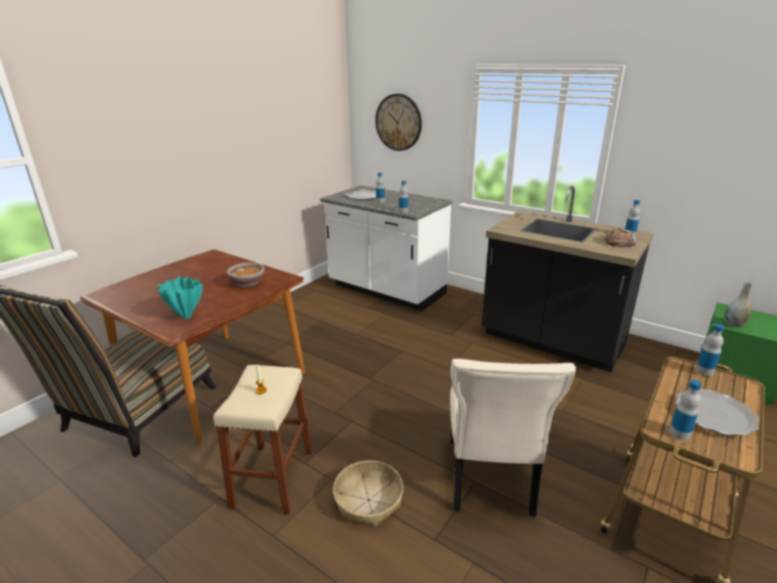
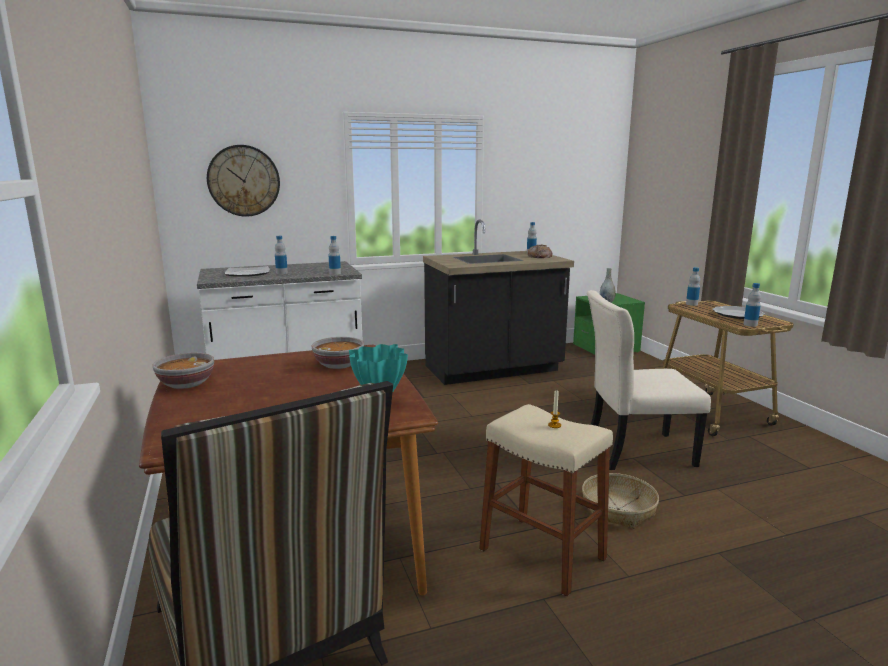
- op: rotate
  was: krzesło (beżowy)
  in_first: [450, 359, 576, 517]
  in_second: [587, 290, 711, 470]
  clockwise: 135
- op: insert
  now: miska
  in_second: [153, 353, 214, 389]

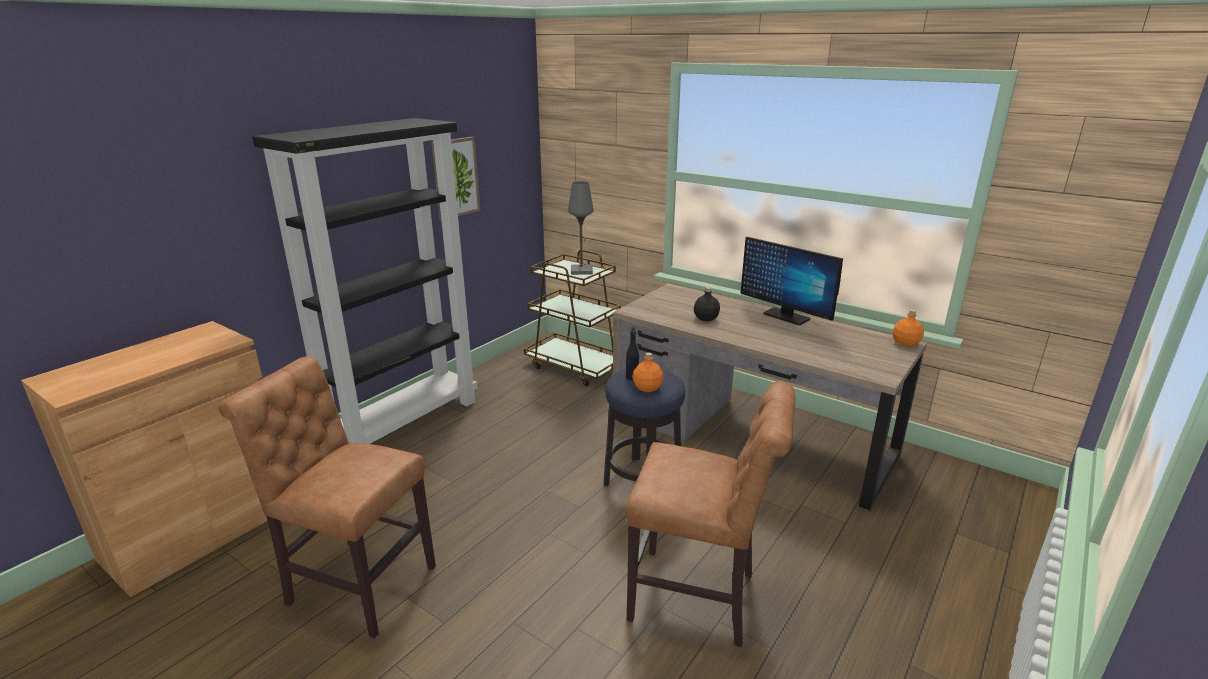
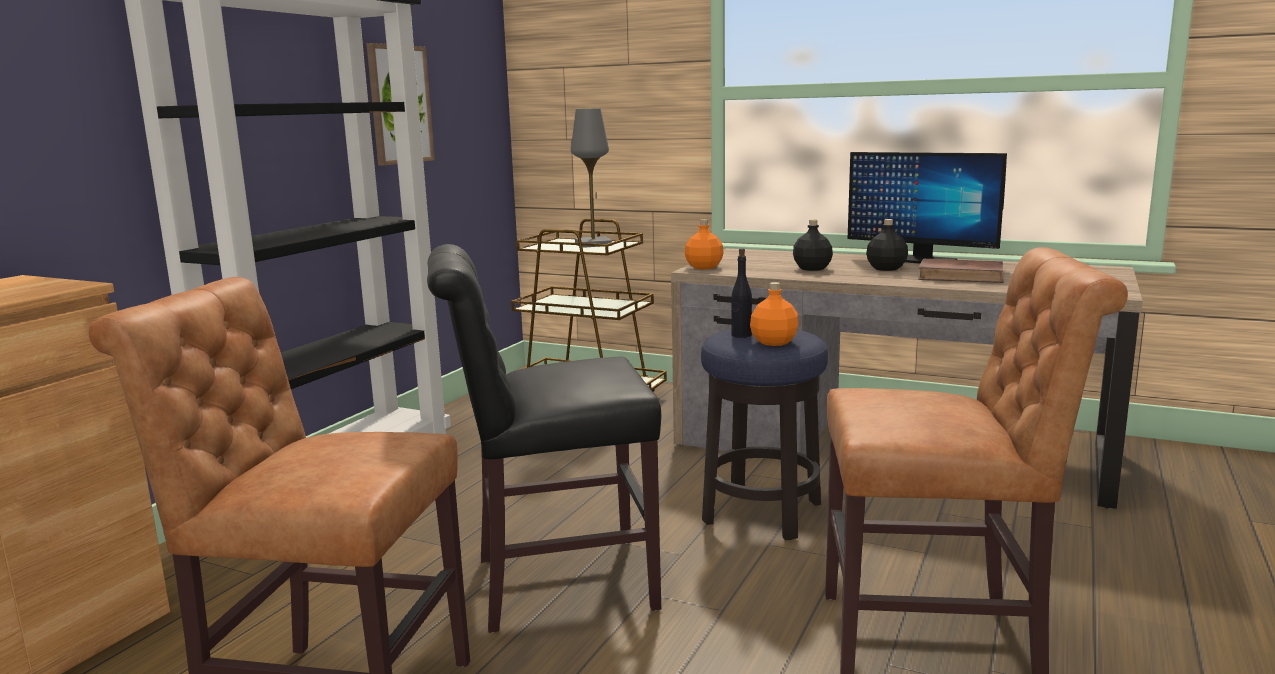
- op: move
  was: butelka (pomarańczowy)
  in_first: [892, 310, 924, 347]
  in_second: [685, 219, 724, 269]
- op: insert
  now: krzesło (czarny)
  in_second: [427, 244, 661, 633]
- op: insert
  now: butelka (czarny)
  in_second: [866, 219, 908, 271]
- op: insert
  now: książka (brązowy)
  in_second: [918, 259, 1004, 283]

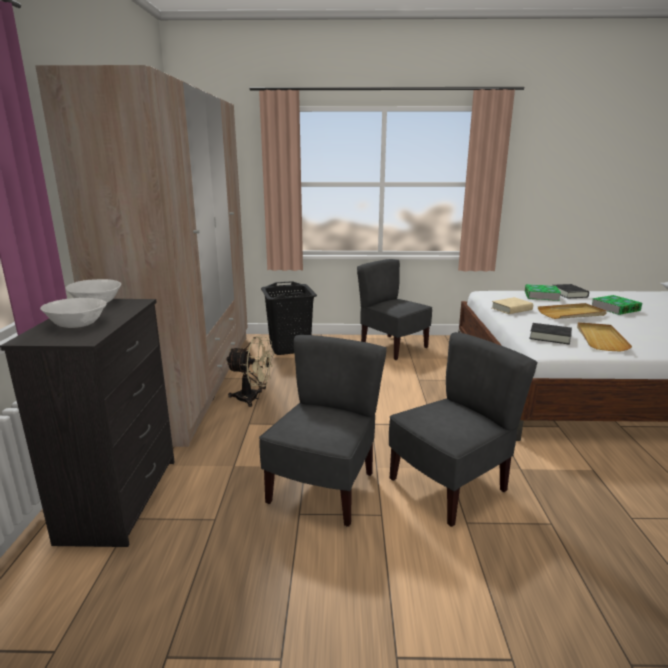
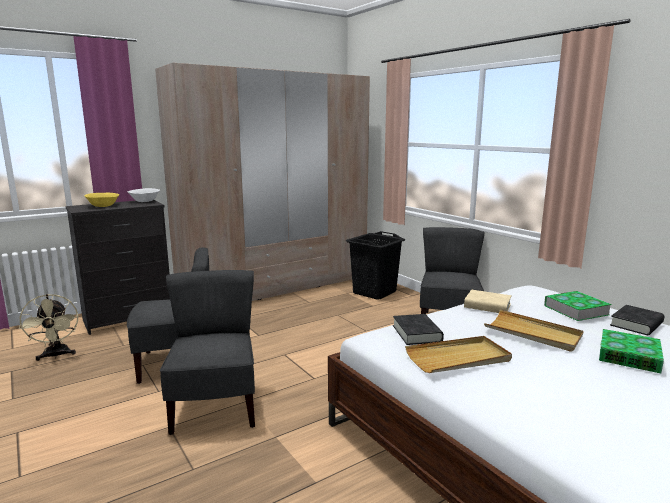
- op: recolor
  was: miska (biały)
  now: miska (żółty)
  in_first: [40, 298, 107, 328]
  in_second: [85, 193, 119, 207]
- op: move
  was: wentylator (beżowy)
  in_first: [226, 336, 274, 407]
  in_second: [19, 294, 78, 361]
- op: rotate
  was: krzesło (szary)
  in_first: [389, 332, 537, 527]
  in_second: [160, 270, 255, 435]
  clockwise: -120

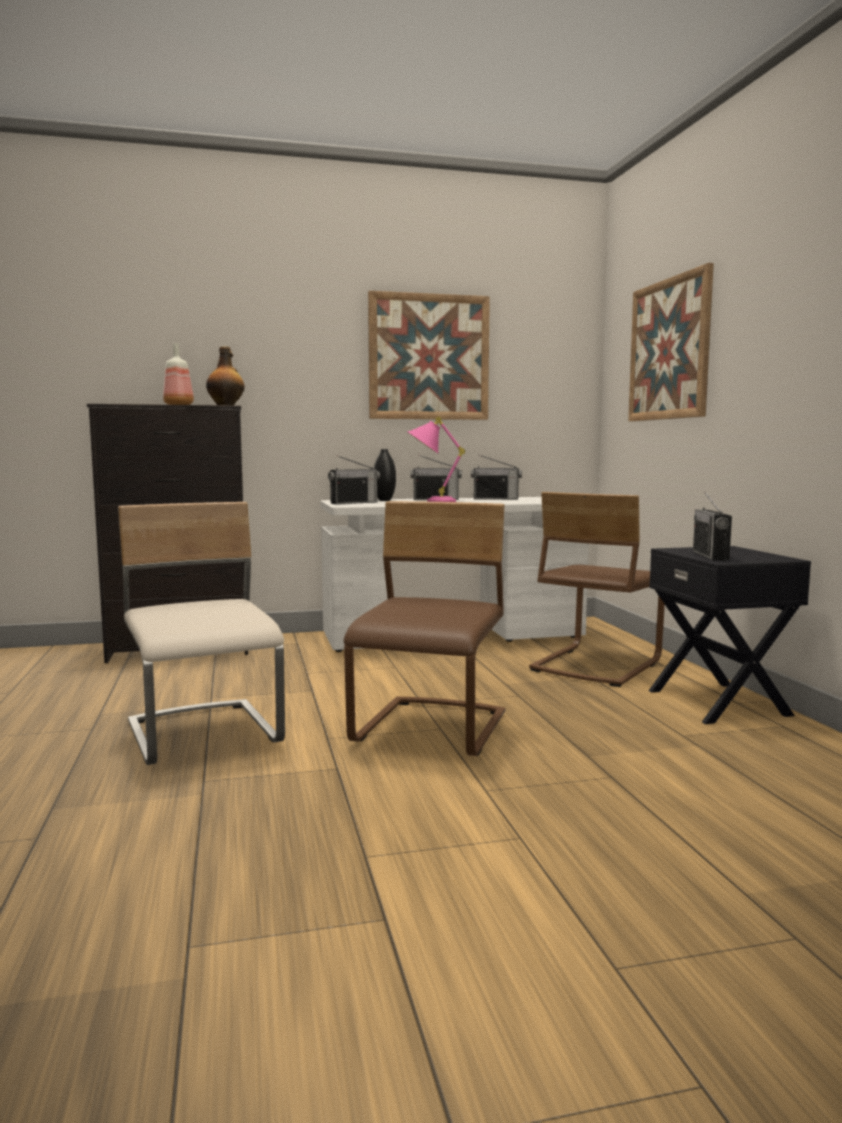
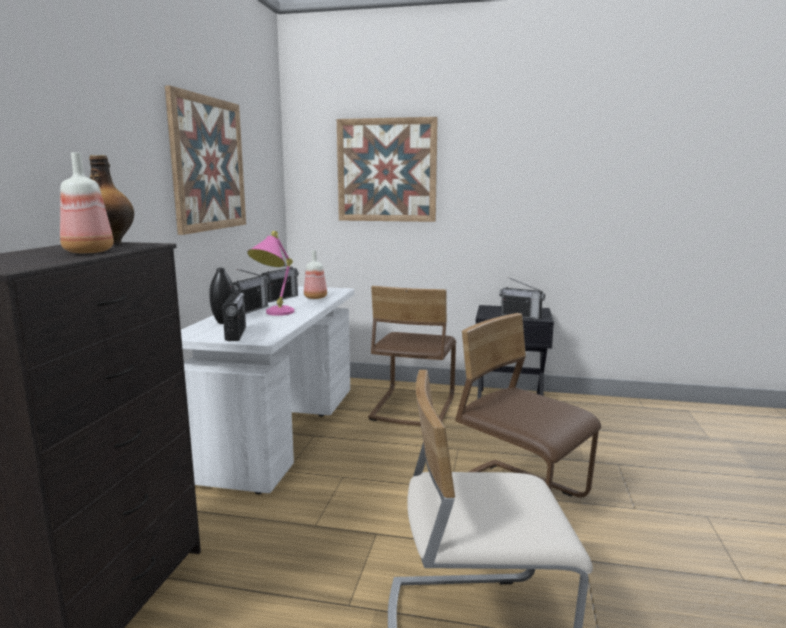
- op: rotate
  was: krzesło (brązowy)
  in_first: [529, 492, 665, 687]
  in_second: [368, 286, 456, 426]
  clockwise: 45
- op: insert
  now: butelka
  in_second: [304, 250, 327, 299]

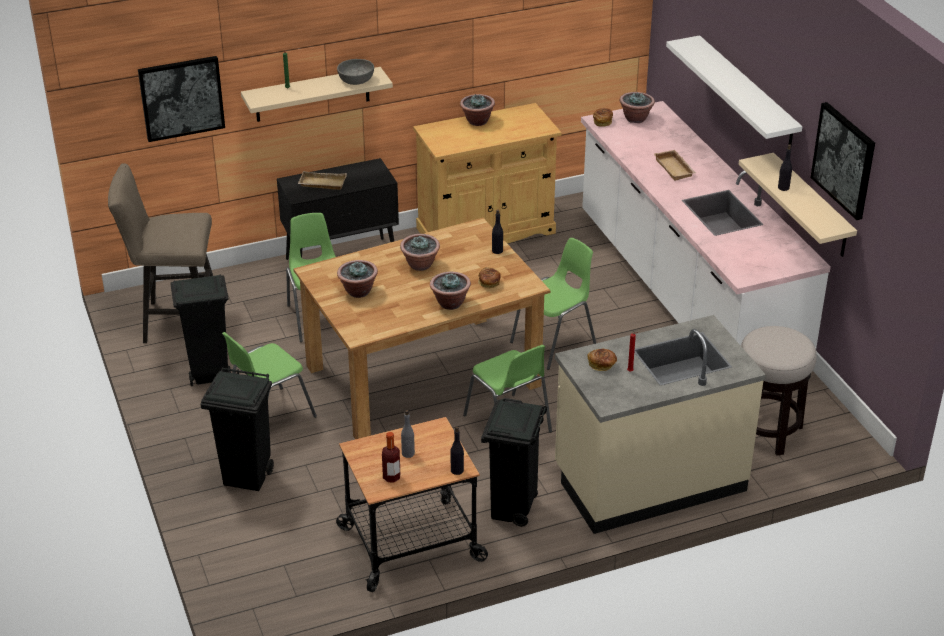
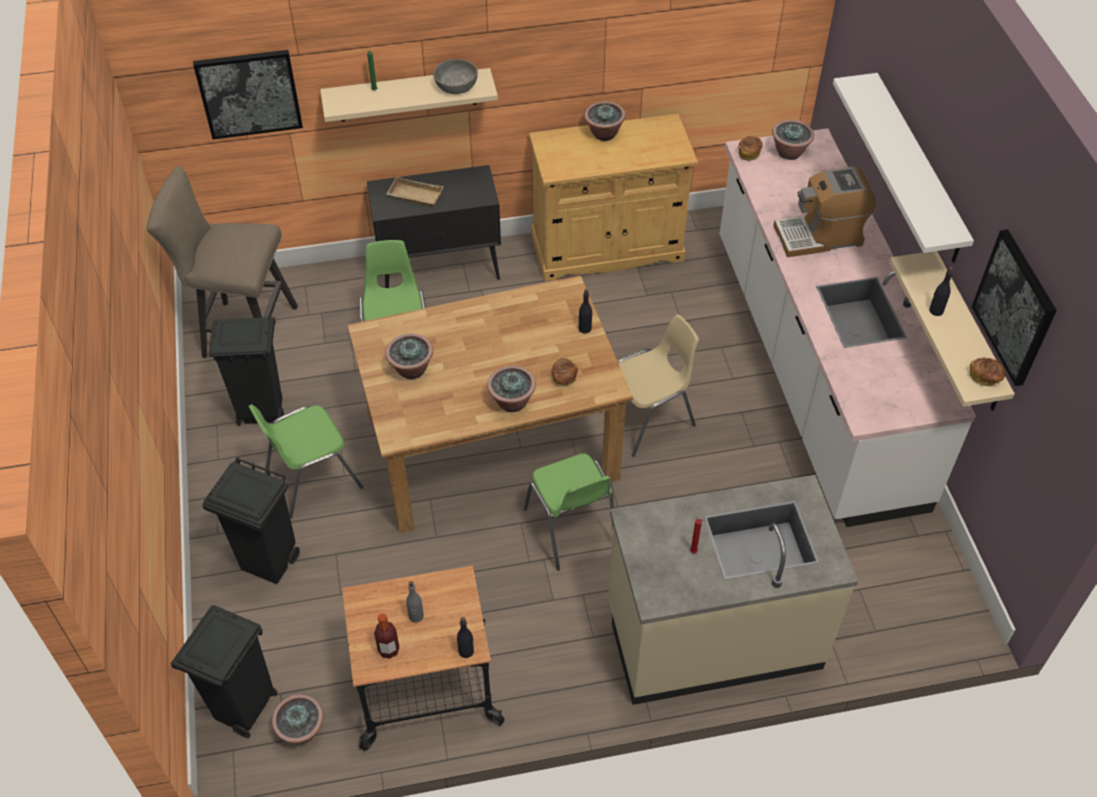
- op: move
  was: roślina doniczkowa
  in_first: [400, 234, 440, 271]
  in_second: [272, 694, 323, 744]
- op: move
  was: kosz na śmieci (czarny)
  in_first: [481, 398, 547, 527]
  in_second: [170, 605, 277, 738]
- op: recolor
  was: krzesło (zielony)
  now: krzesło (beżowy)
  in_first: [510, 238, 596, 370]
  in_second: [600, 314, 699, 457]
- op: move
  was: chleb
  in_first: [588, 349, 617, 371]
  in_second: [970, 357, 1006, 386]
- op: replace
  was: taca (beżowy)
  now: ekspres do kawy
  in_first: [654, 150, 696, 181]
  in_second: [773, 167, 876, 257]
- op: delete
  was: stołek
  in_first: [741, 326, 817, 456]

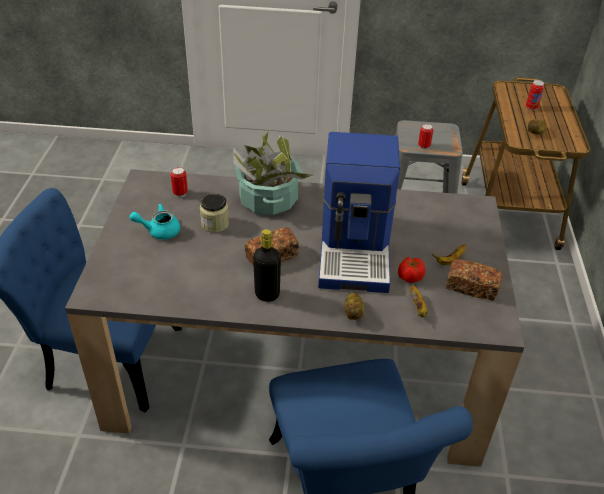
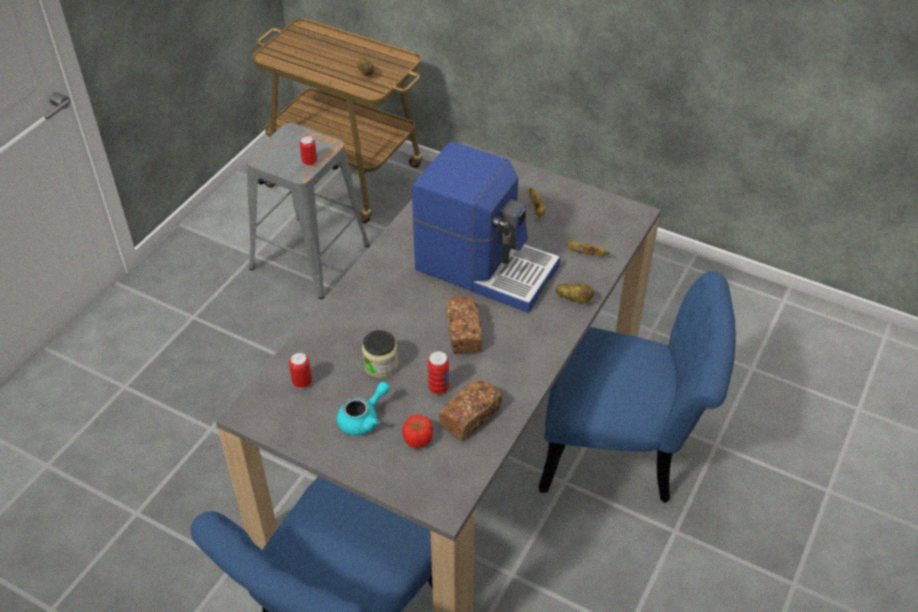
- op: rotate
  was: imbryk (turkusowy)
  in_first: [129, 203, 180, 240]
  in_second: [337, 382, 390, 436]
  clockwise: -150
- op: delete
  was: roślina doniczkowa
  in_first: [233, 131, 313, 216]
- op: delete
  was: butelka (czarny)
  in_first: [253, 229, 281, 302]
- op: move
  was: pomidor
  in_first: [398, 257, 425, 283]
  in_second: [402, 414, 433, 449]
- op: move
  was: chleb
  in_first: [446, 259, 502, 301]
  in_second: [439, 380, 502, 441]
- op: move
  was: puszka
  in_first: [526, 80, 544, 110]
  in_second: [428, 351, 449, 395]

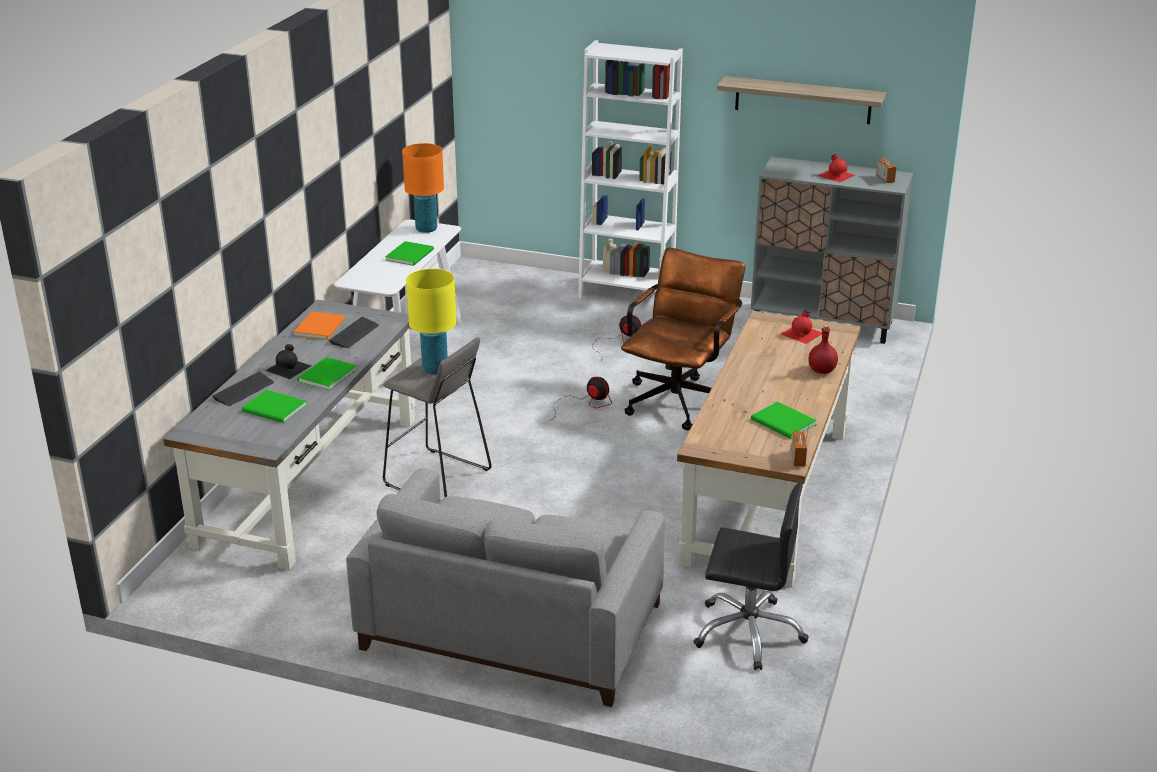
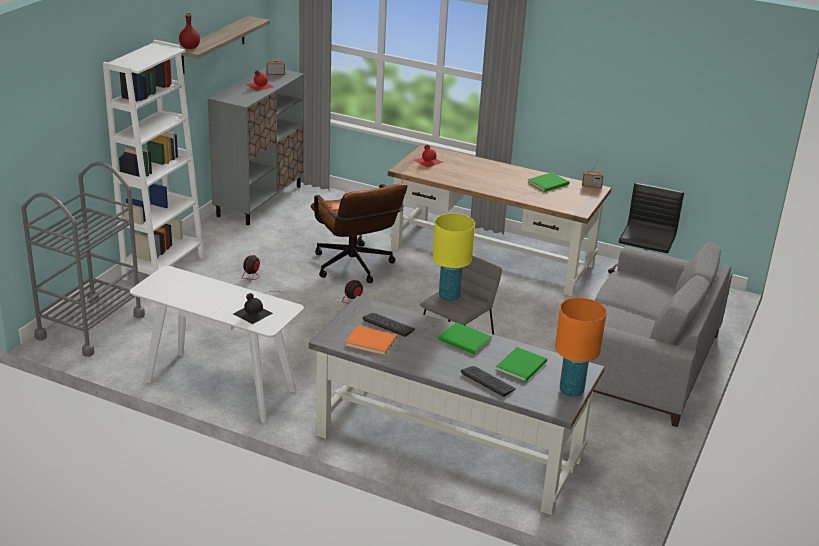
- op: move
  was: butelka (czarny)
  in_first: [265, 344, 311, 379]
  in_second: [233, 293, 273, 324]
- op: delete
  was: książka (zielony)
  in_first: [385, 241, 434, 266]
- op: move
  was: lampa stołowa (pomarańczowy)
  in_first: [402, 143, 444, 233]
  in_second: [555, 298, 607, 397]
- op: rotate
  was: krzesło biurowe (brązowy)
  in_first: [621, 248, 745, 430]
  in_second: [311, 184, 408, 283]
  clockwise: -150
- op: move
  was: butelka (czerwony)
  in_first: [808, 325, 838, 374]
  in_second: [179, 12, 200, 49]
- op: insert
  now: wózek (szary)
  in_second: [21, 162, 145, 357]

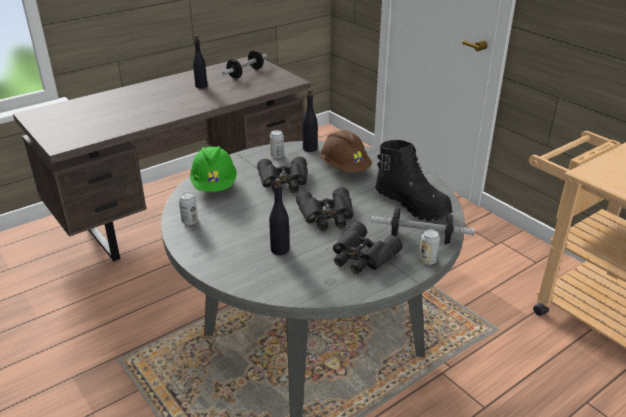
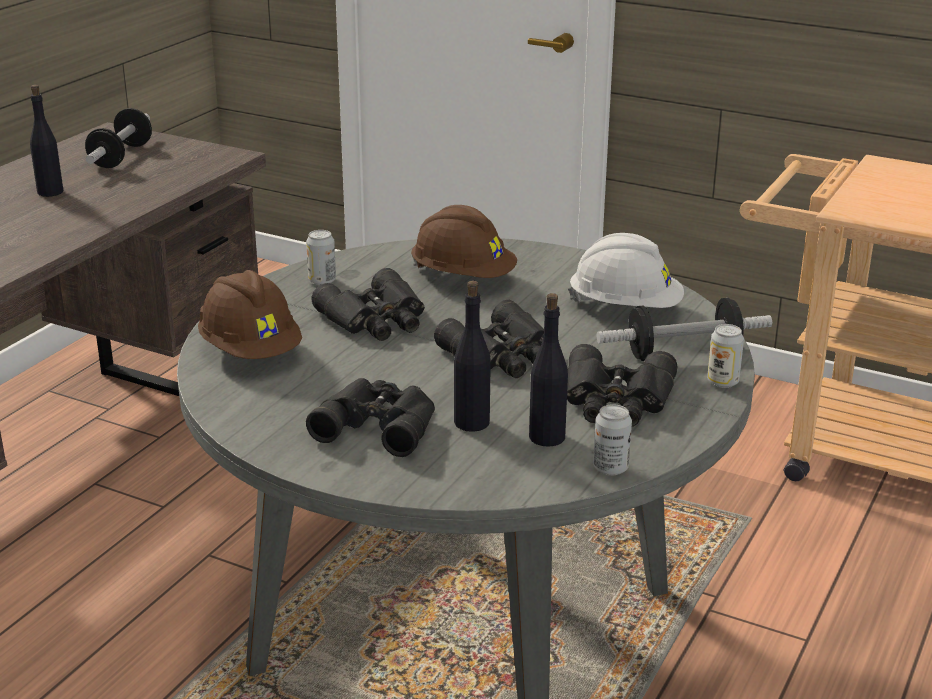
- op: move
  was: puszka
  in_first: [179, 192, 198, 225]
  in_second: [593, 404, 632, 475]
- op: recolor
  was: kask (zielony)
  now: kask (brązowy)
  in_first: [190, 146, 237, 192]
  in_second: [198, 270, 302, 359]
- op: move
  was: butelka (czarny)
  in_first: [303, 89, 318, 152]
  in_second: [529, 293, 568, 447]
- op: replace
  was: but z cholewką (czarny)
  now: kask (biały)
  in_first: [375, 140, 453, 221]
  in_second: [568, 233, 684, 308]
- op: insert
  now: lornetka (czarny)
  in_second: [306, 378, 435, 457]

